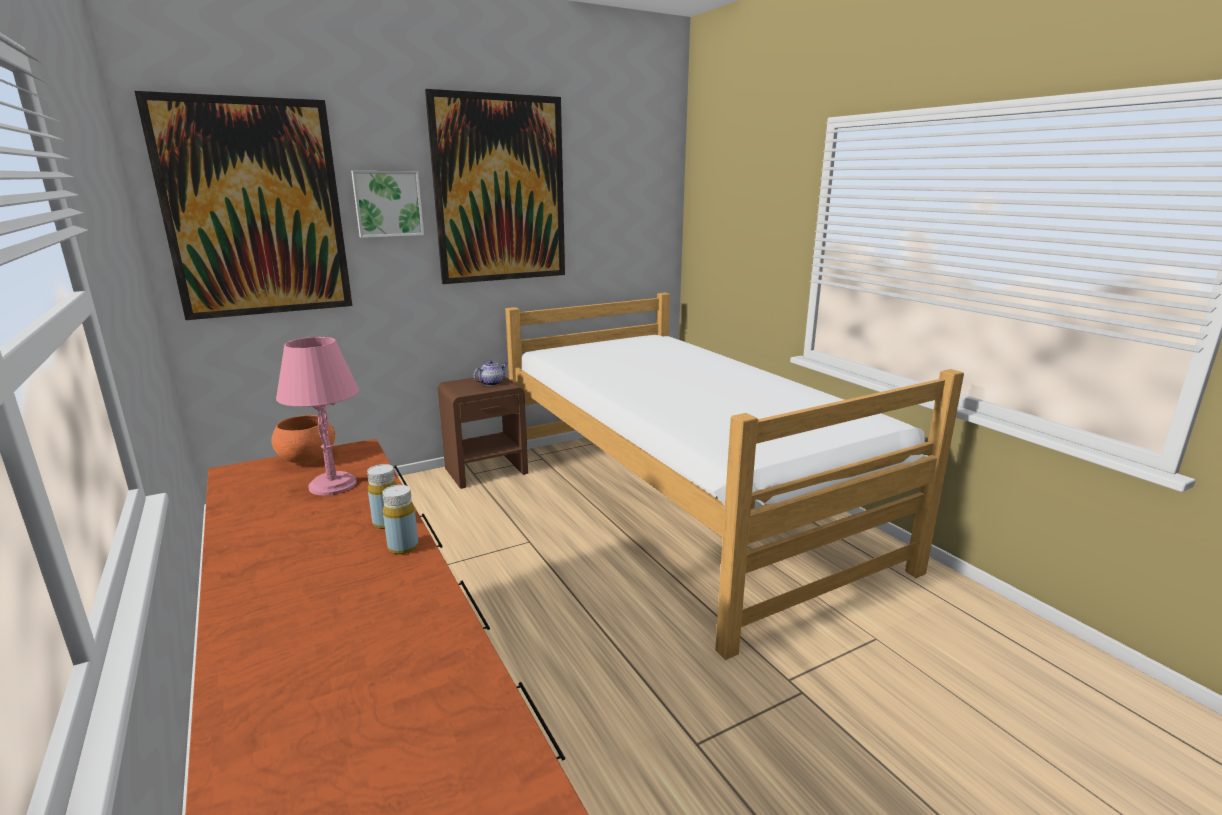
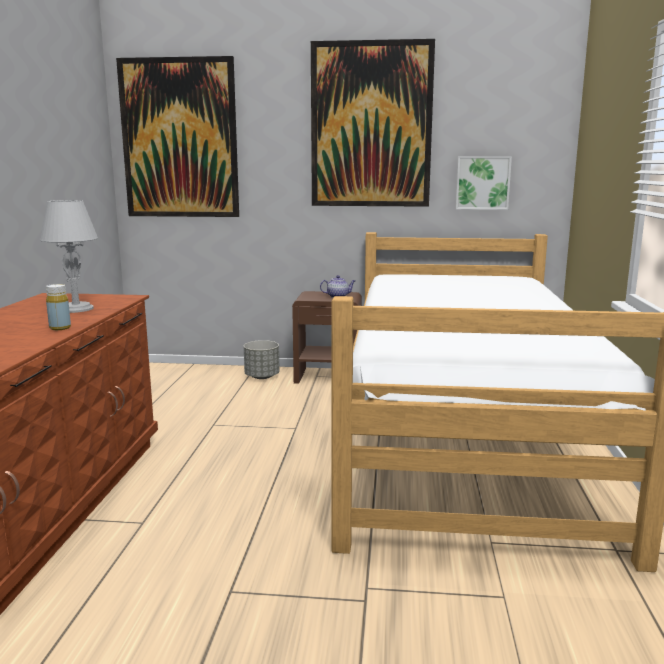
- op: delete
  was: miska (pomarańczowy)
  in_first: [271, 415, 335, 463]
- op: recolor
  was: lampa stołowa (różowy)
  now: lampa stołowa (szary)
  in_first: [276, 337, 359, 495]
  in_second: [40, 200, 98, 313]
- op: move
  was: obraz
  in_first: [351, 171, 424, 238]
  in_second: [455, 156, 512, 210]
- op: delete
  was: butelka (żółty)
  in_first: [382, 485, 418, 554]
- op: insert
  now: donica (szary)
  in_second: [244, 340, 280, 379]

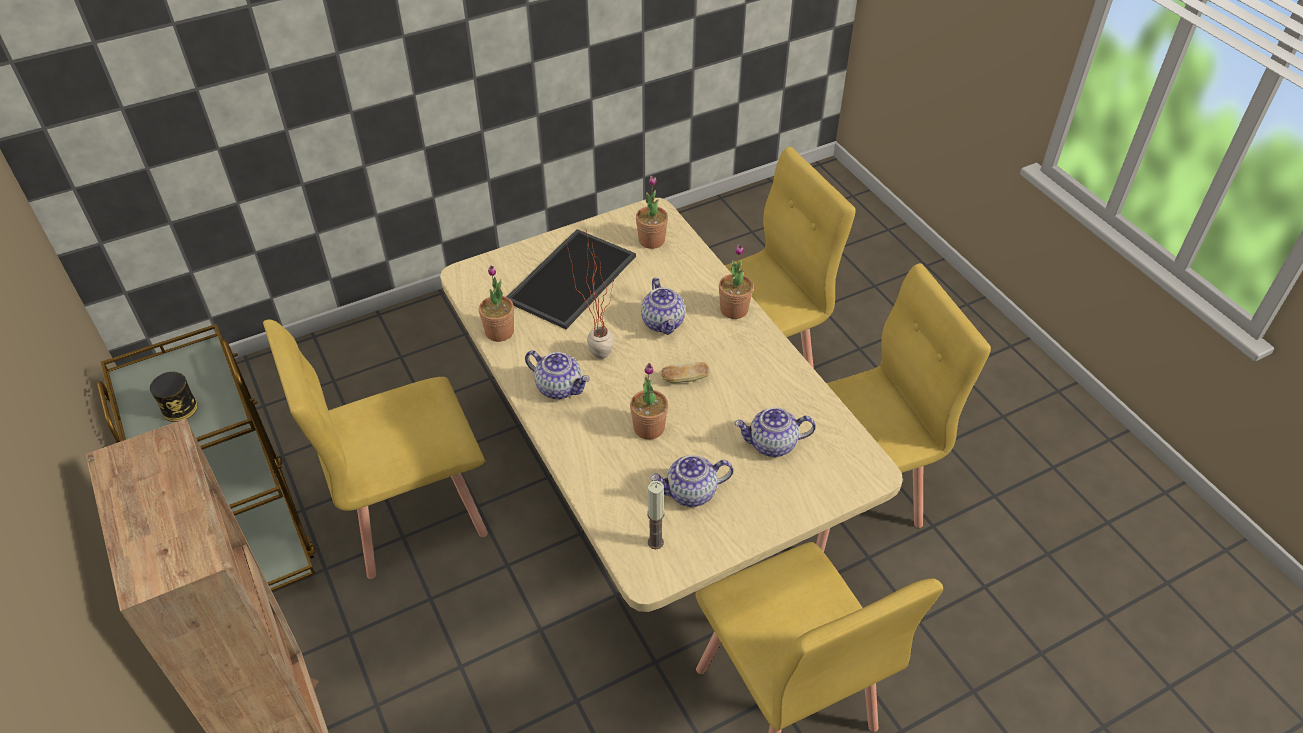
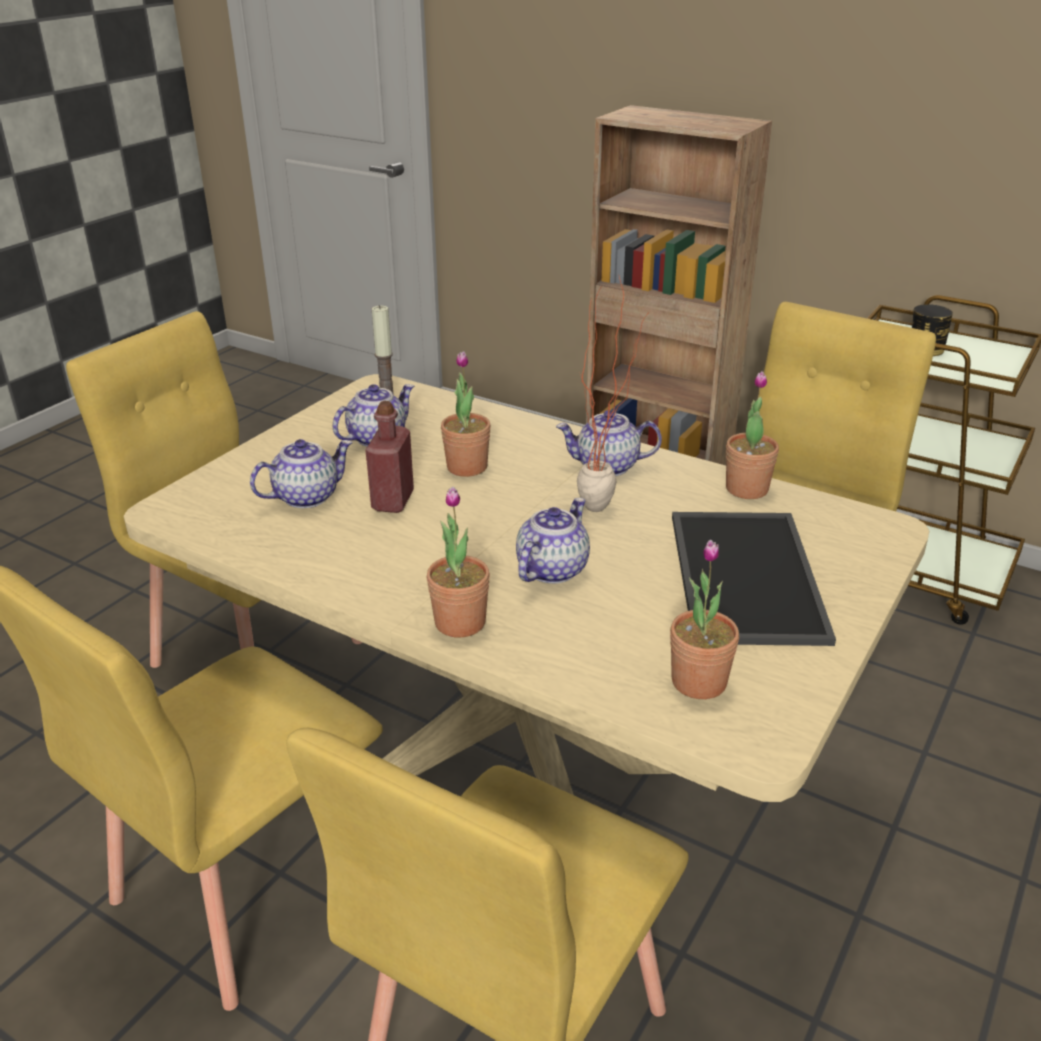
- op: rotate
  was: imbryk
  in_first: [641, 278, 685, 335]
  in_second: [516, 498, 590, 584]
  clockwise: 75
- op: delete
  was: chleb
  in_first: [661, 362, 711, 383]
- op: insert
  now: butelka (czerwony)
  in_second: [365, 401, 414, 513]

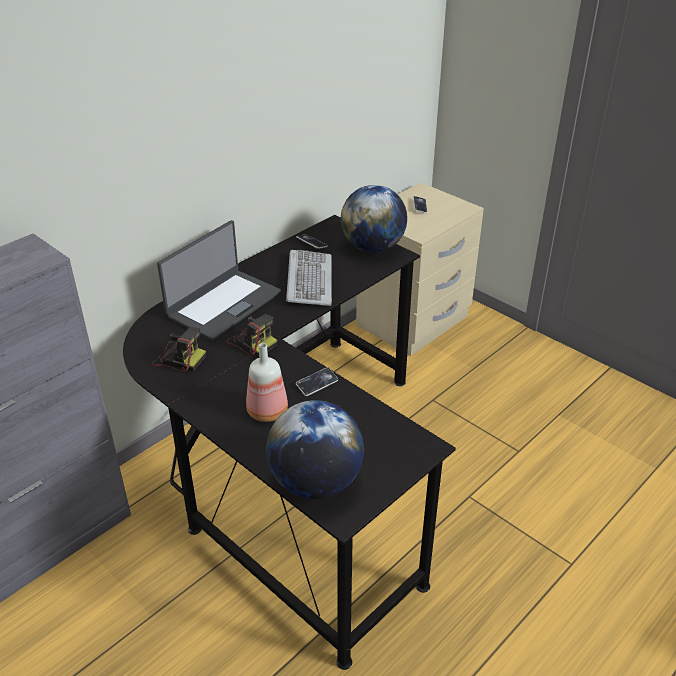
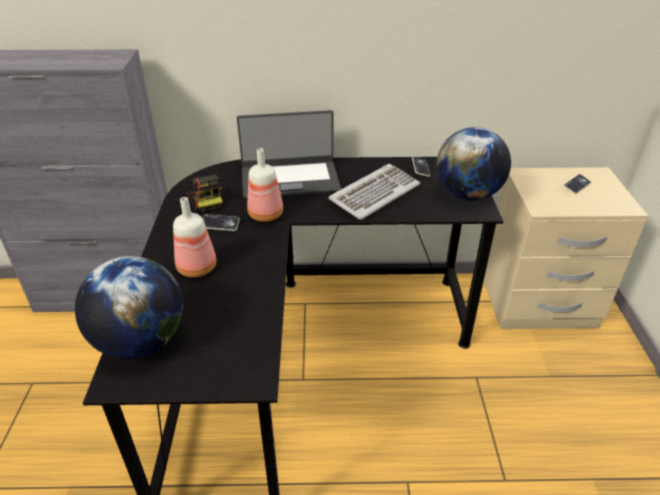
- op: replace
  was: aparat fotograficzny
  now: butelka
  in_first: [226, 314, 277, 357]
  in_second: [247, 148, 283, 222]
- op: move
  was: telefon
  in_first: [296, 367, 338, 396]
  in_second: [203, 214, 240, 231]

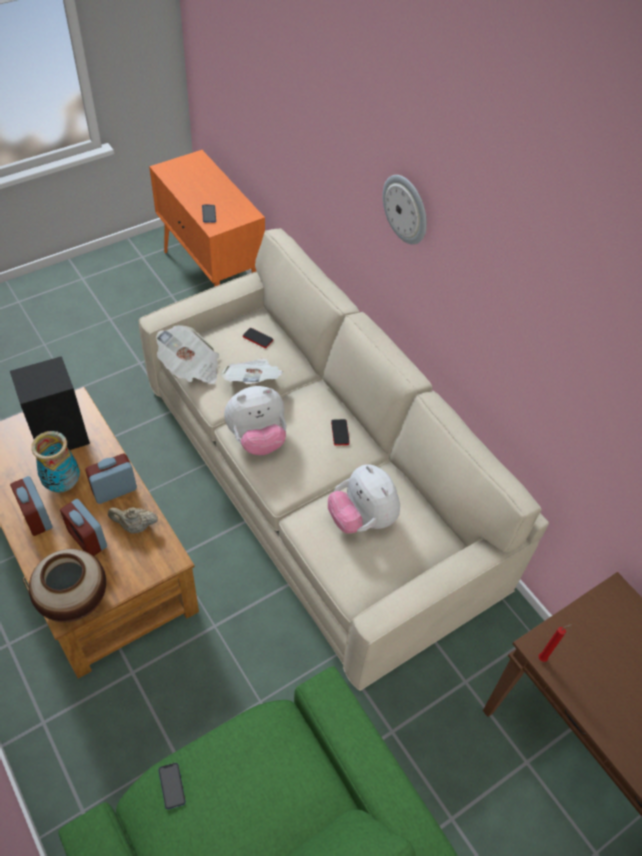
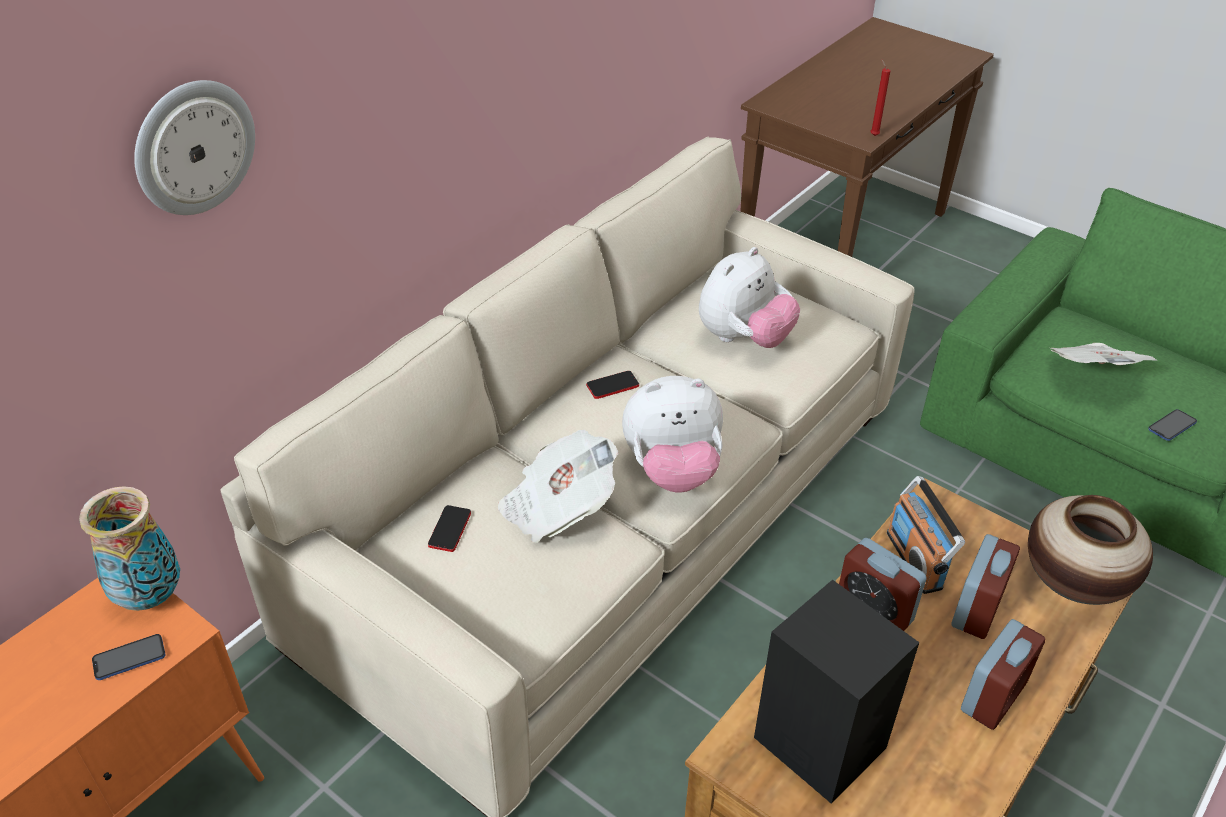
- op: move
  was: wazon
  in_first: [31, 431, 80, 493]
  in_second: [79, 486, 180, 611]
- op: replace
  was: imbryk (beżowy)
  now: radio
  in_first: [108, 507, 158, 534]
  in_second: [887, 476, 965, 594]
- op: move
  was: gazeta
  in_first: [156, 325, 219, 384]
  in_second: [1050, 343, 1156, 365]
- op: rotate
  was: pluszak
  in_first: [224, 386, 286, 455]
  in_second: [622, 376, 723, 493]
  clockwise: 120
- op: move
  was: zegar ścienny
  in_first: [383, 175, 427, 245]
  in_second: [134, 80, 255, 215]

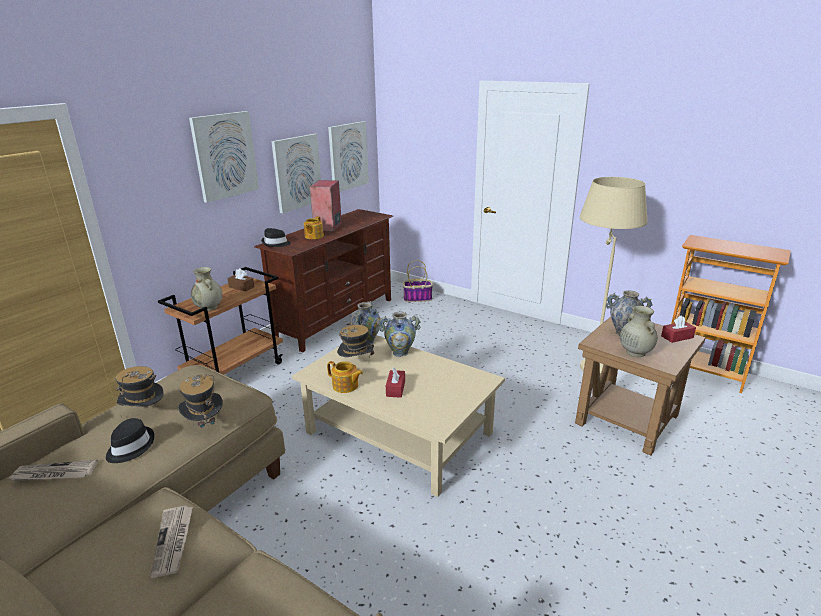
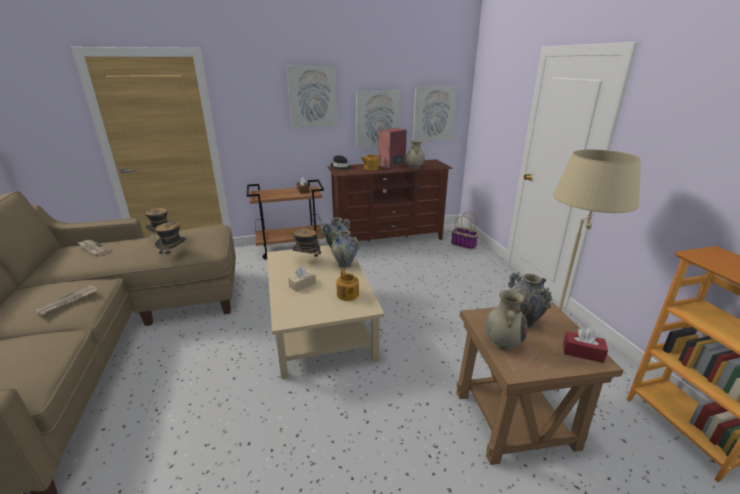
- op: delete
  was: kapelusz (czarny)
  in_first: [106, 418, 155, 463]
- op: move
  was: wazon (beżowy)
  in_first: [191, 267, 223, 311]
  in_second: [406, 140, 425, 169]
- op: move
  was: imbryk
  in_first: [327, 361, 363, 393]
  in_second: [336, 270, 359, 301]
- op: recolor
  was: pudełko chusteczek (czerwony)
  now: pudełko chusteczek (beżowy)
  in_first: [386, 367, 405, 398]
  in_second: [288, 267, 316, 292]

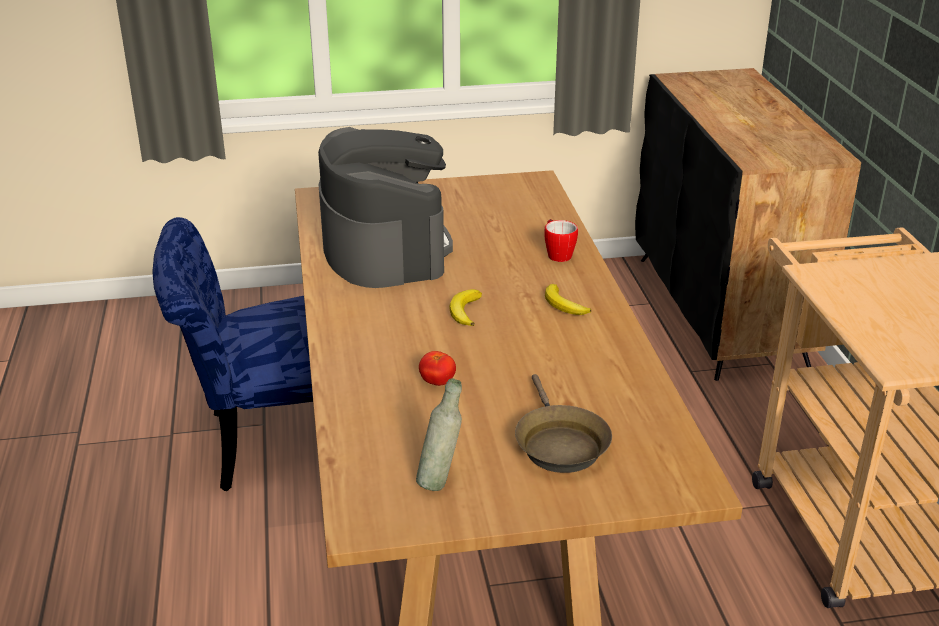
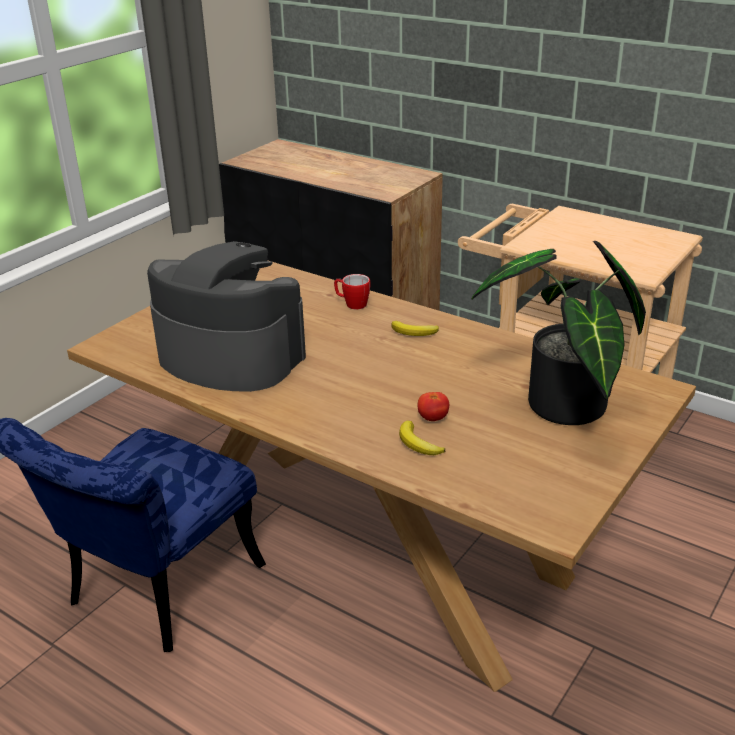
- op: delete
  was: butelka (szary)
  in_first: [416, 378, 462, 491]
- op: move
  was: banan
  in_first: [449, 289, 482, 326]
  in_second: [399, 421, 445, 455]
- op: replace
  was: patelnia (brązowy)
  now: roślina doniczkowa
  in_first: [515, 374, 612, 473]
  in_second: [471, 241, 646, 425]

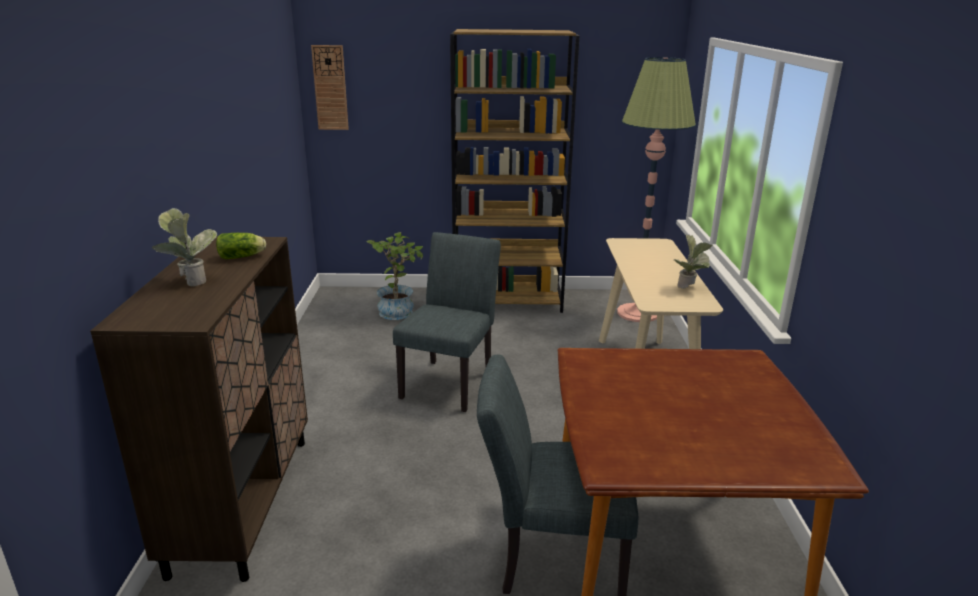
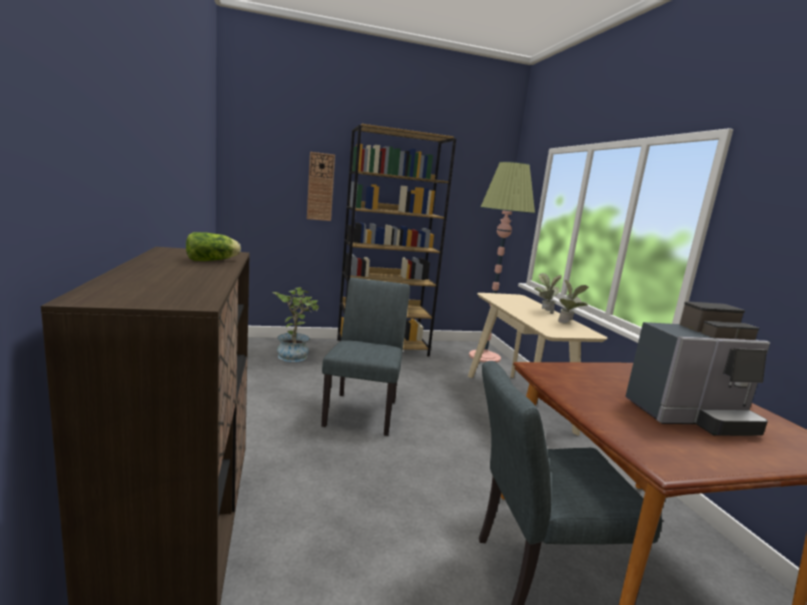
- op: move
  was: roślina doniczkowa
  in_first: [151, 208, 217, 287]
  in_second: [534, 273, 562, 314]
- op: move
  was: zegar ścienny
  in_first: [311, 45, 349, 130]
  in_second: [307, 152, 335, 221]
- op: insert
  now: ekspres do kawy
  in_second: [625, 301, 770, 436]

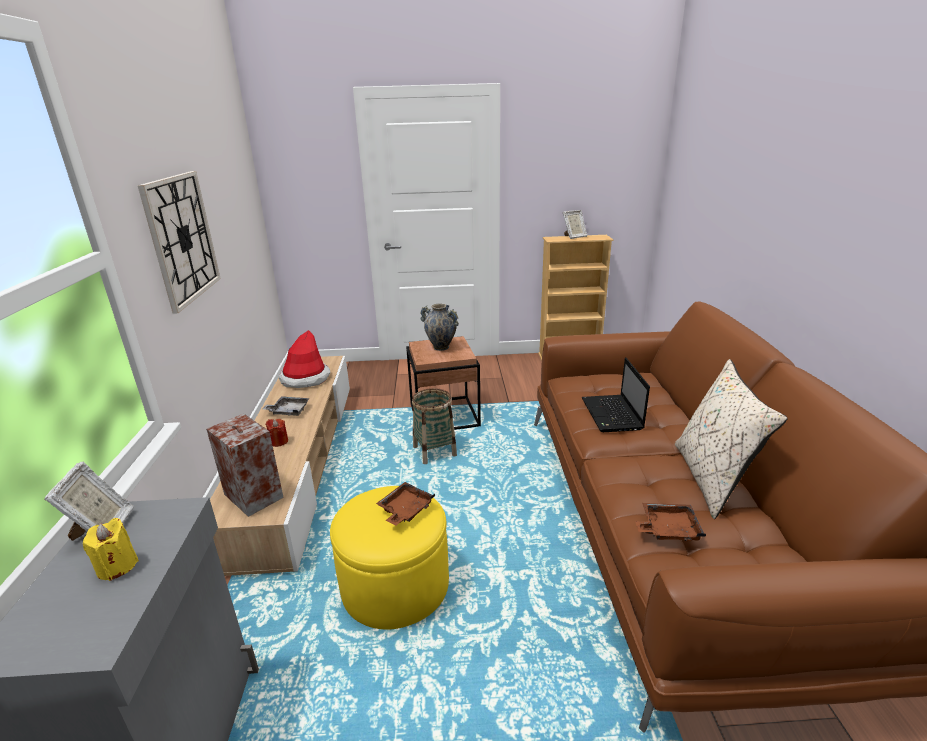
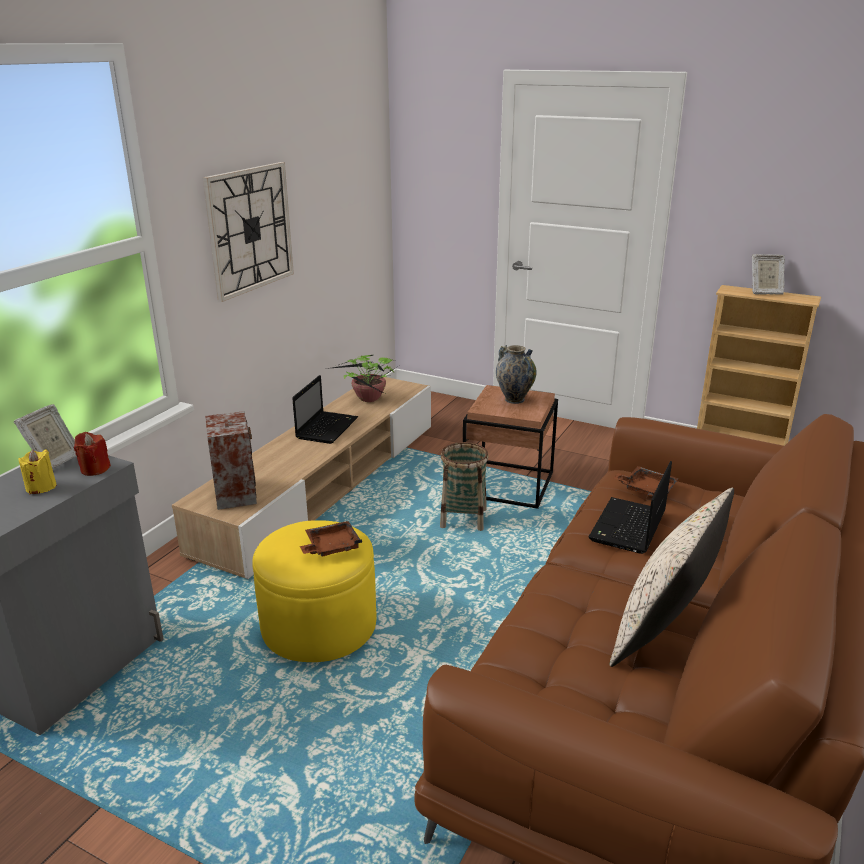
- op: replace
  was: taca (szary)
  now: laptop
  in_first: [263, 396, 310, 416]
  in_second: [292, 375, 358, 444]
- op: move
  was: świeca (czerwony)
  in_first: [266, 418, 288, 447]
  in_second: [74, 432, 111, 476]
- op: replace
  was: kapelusz
  now: roślina doniczkowa
  in_first: [279, 330, 330, 388]
  in_second: [326, 355, 397, 402]
- op: move
  was: taca (brązowy)
  in_first: [635, 503, 706, 541]
  in_second: [614, 466, 679, 496]

